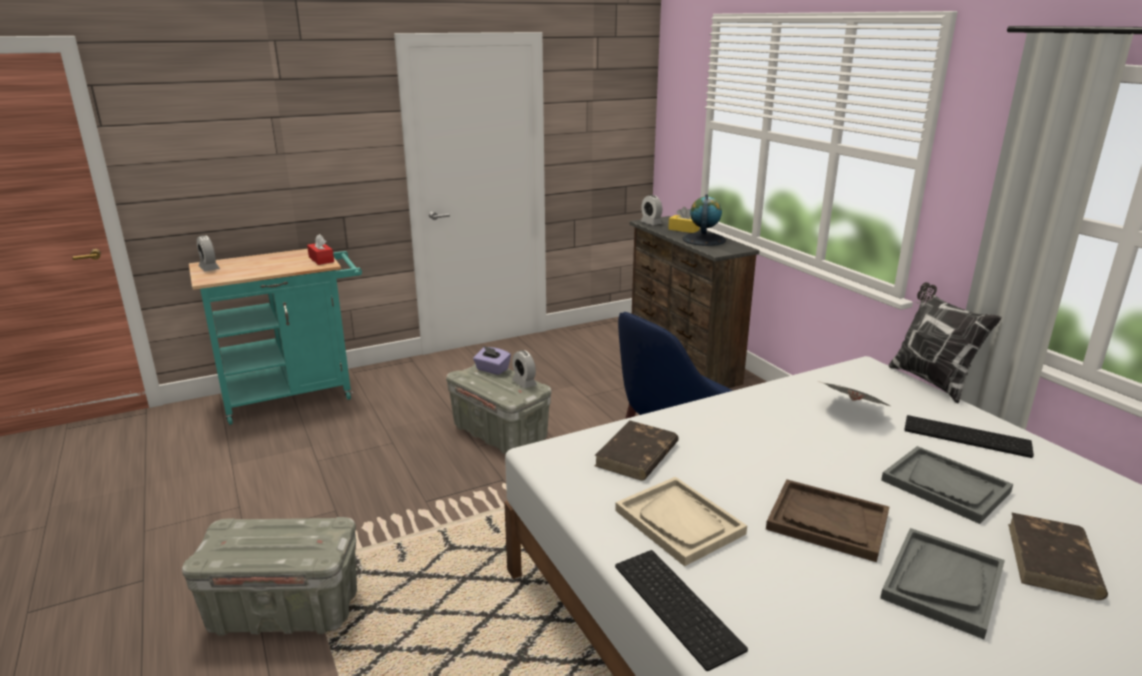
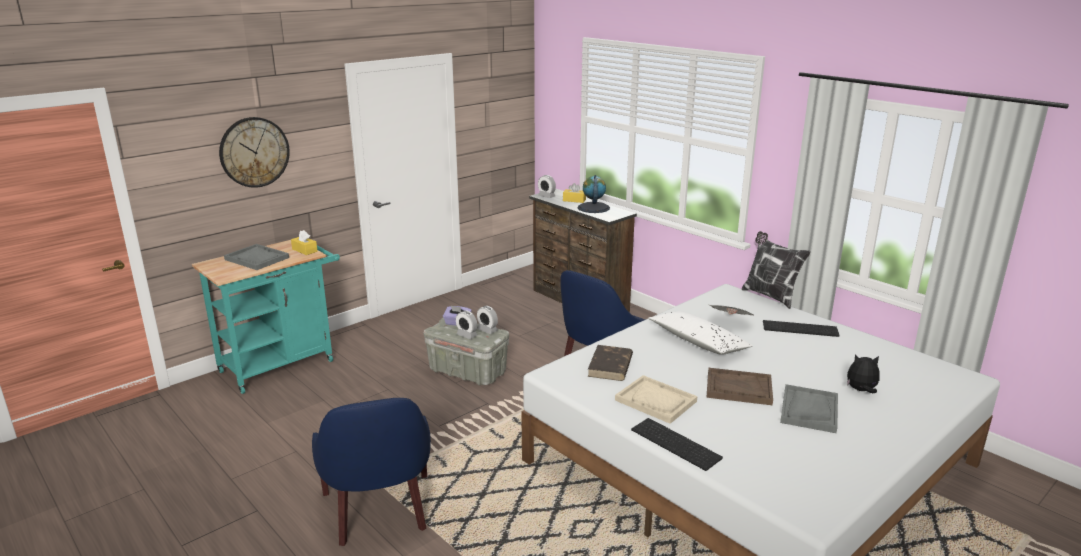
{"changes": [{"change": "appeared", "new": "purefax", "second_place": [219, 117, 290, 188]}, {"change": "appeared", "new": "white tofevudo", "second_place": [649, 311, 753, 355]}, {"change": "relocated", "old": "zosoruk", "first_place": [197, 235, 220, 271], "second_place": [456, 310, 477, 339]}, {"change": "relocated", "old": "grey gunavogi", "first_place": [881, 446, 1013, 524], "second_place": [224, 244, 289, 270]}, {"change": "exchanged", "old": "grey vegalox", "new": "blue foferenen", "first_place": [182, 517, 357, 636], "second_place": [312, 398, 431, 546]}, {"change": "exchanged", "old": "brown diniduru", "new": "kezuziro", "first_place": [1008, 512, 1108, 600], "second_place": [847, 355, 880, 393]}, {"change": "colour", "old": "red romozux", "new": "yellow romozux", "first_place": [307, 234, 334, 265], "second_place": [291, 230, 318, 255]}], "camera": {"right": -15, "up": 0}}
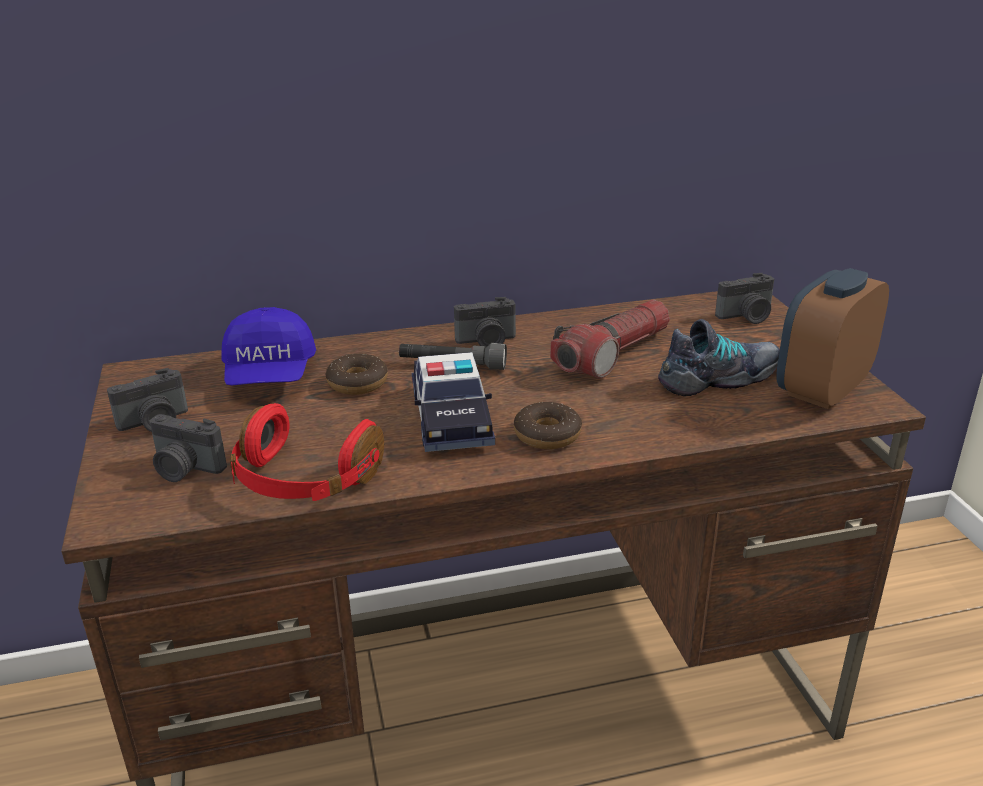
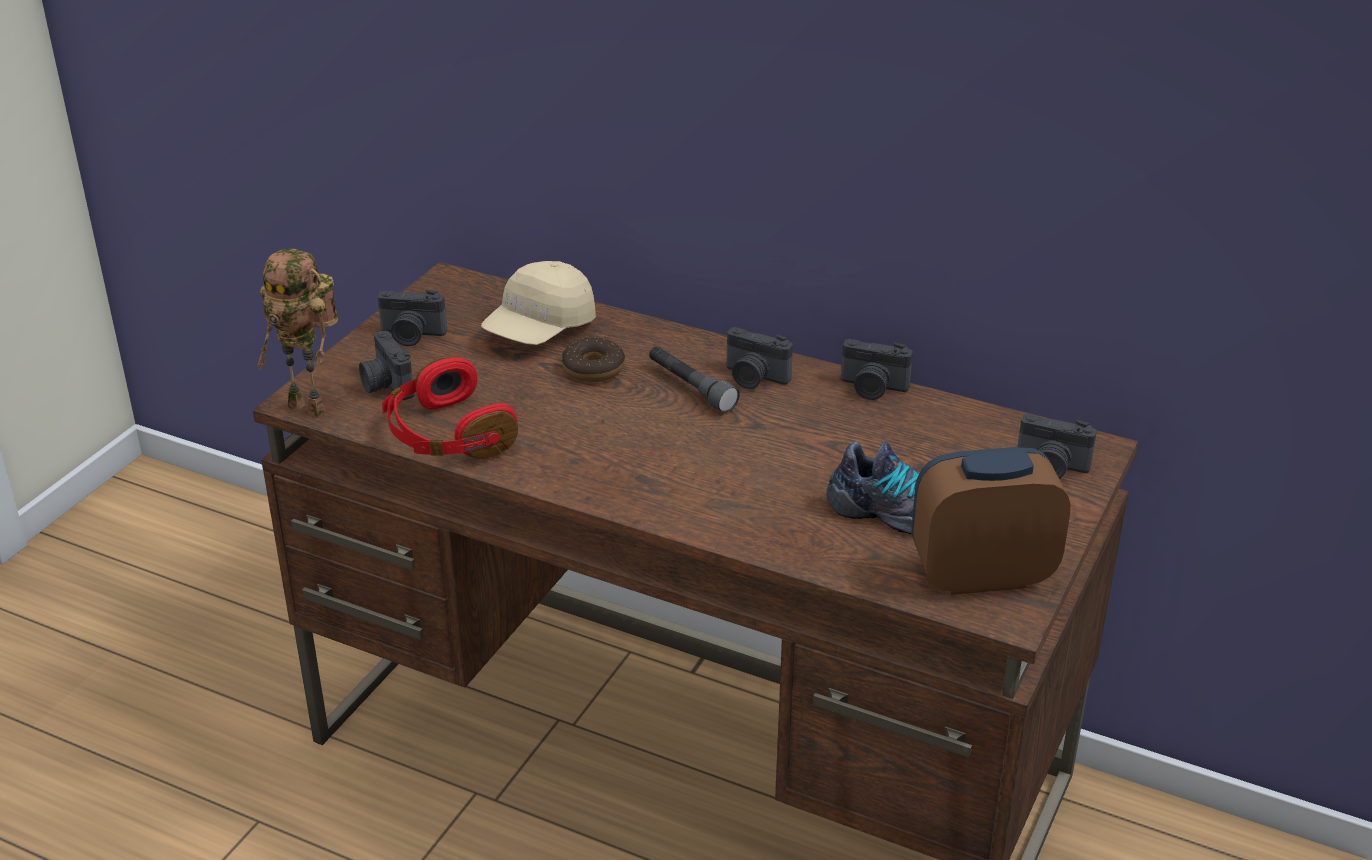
{"changes": [{"change": "missing", "old": "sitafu", "first_place": [412, 352, 495, 452]}, {"change": "missing", "old": "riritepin", "first_place": [514, 402, 582, 449]}, {"change": "missing", "old": "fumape", "first_place": [550, 299, 670, 379]}, {"change": "appeared", "new": "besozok", "second_place": [258, 249, 339, 417]}, {"change": "appeared", "new": "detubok", "second_place": [841, 339, 913, 400]}, {"change": "colour", "old": "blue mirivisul", "new": "beige mirivisul", "first_place": [221, 307, 316, 385], "second_place": [481, 261, 596, 345]}], "camera": {"right": 40, "up": 5}}
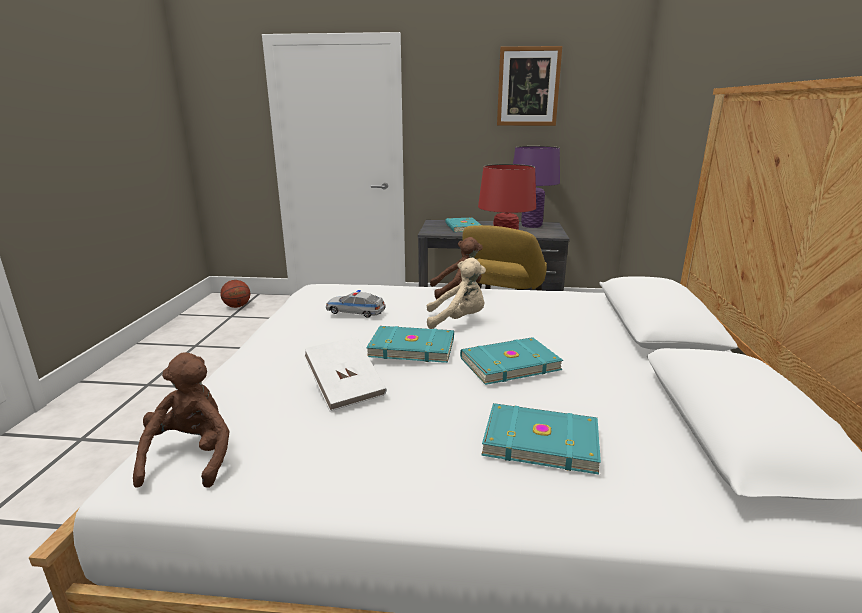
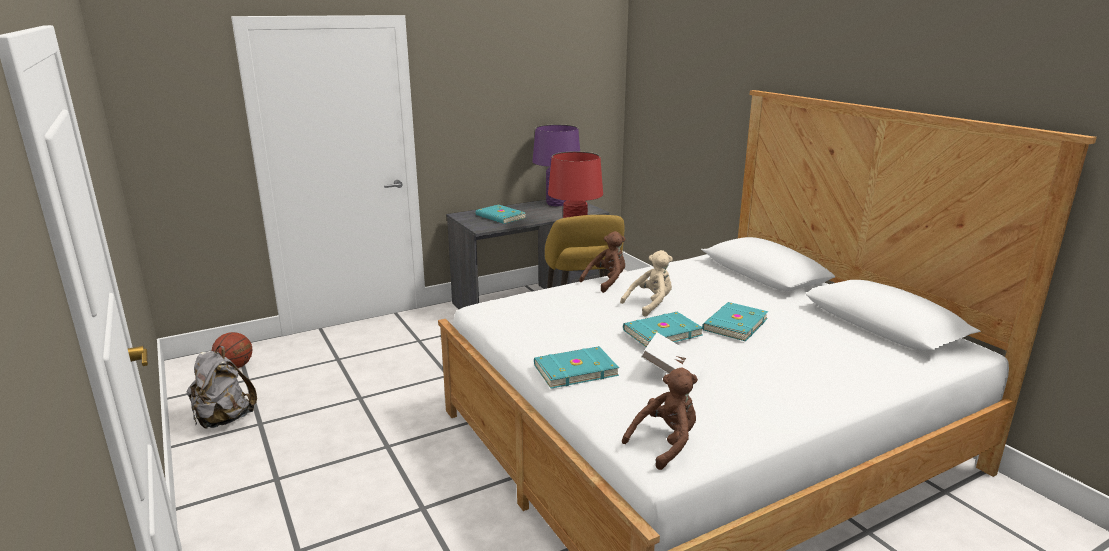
{"changes": [{"change": "missing", "old": "sitafu", "first_place": [326, 290, 386, 318]}, {"change": "missing", "old": "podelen", "first_place": [497, 46, 562, 126]}, {"change": "appeared", "new": "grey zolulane", "second_place": [187, 346, 257, 429]}, {"change": "relocated", "old": "turquoise diniduru", "first_place": [481, 403, 601, 475], "second_place": [534, 346, 619, 389]}, {"change": "spun", "old": "brown kezuziro", "first_place": [133, 353, 230, 488], "second_place": [622, 368, 698, 470], "degrees": 90}], "camera": {"right": -35, "up": 0}}
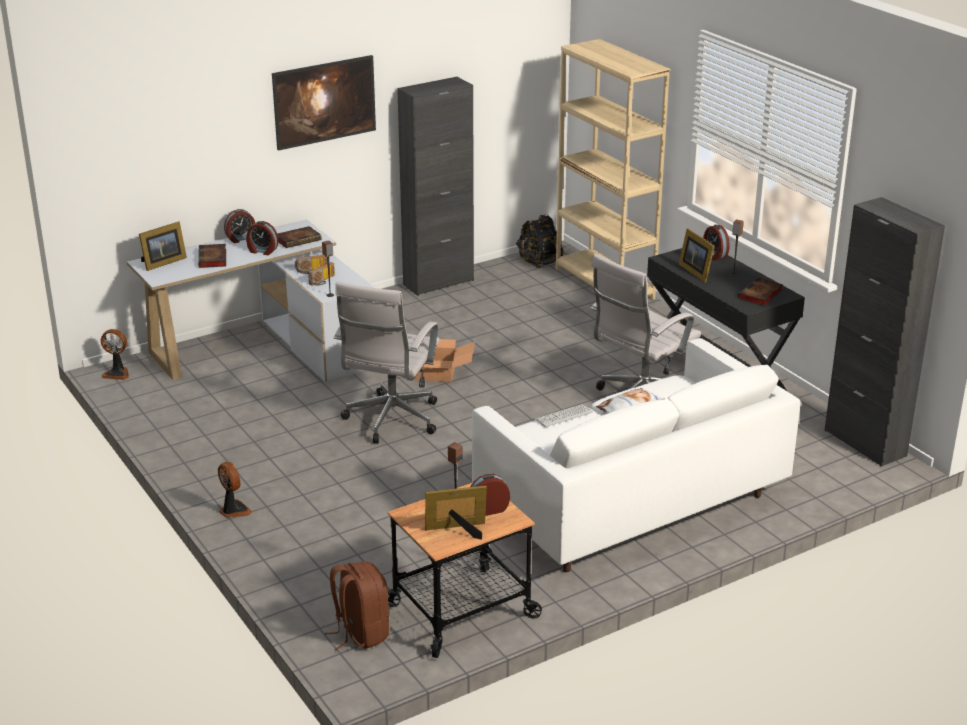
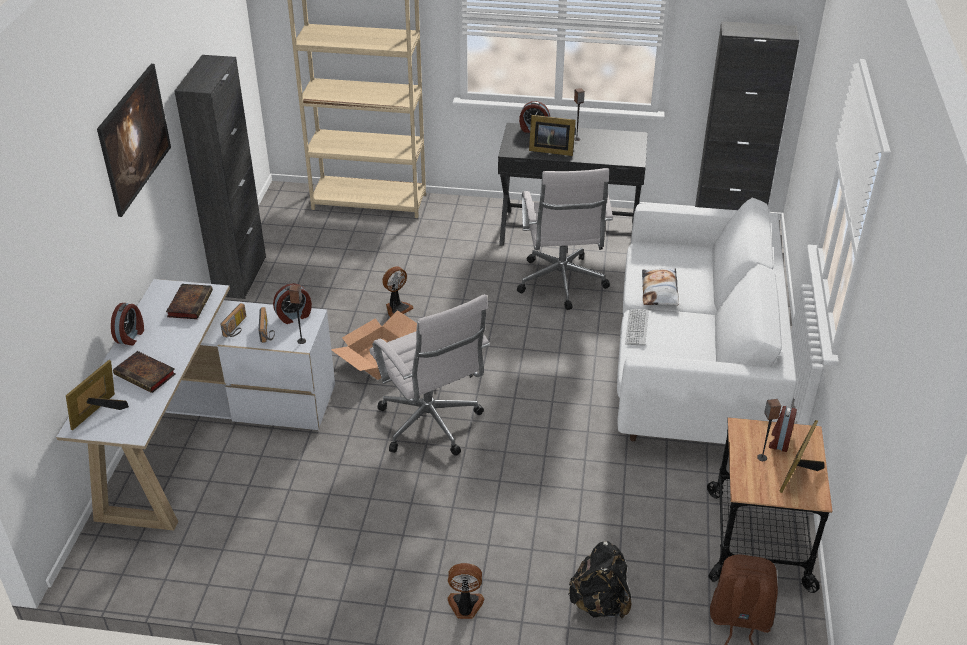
{"changes": [{"change": "missing", "old": "diniduru", "first_place": [738, 277, 783, 306]}, {"change": "relocated", "old": "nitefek", "first_place": [101, 329, 129, 380], "second_place": [382, 266, 414, 317]}, {"change": "relocated", "old": "zosoruk", "first_place": [246, 221, 279, 255], "second_place": [273, 283, 312, 324]}, {"change": "relocated", "old": "black zolulane", "first_place": [516, 214, 564, 268], "second_place": [569, 541, 631, 618]}, {"change": "spun", "old": "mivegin", "first_place": [139, 221, 187, 271], "second_place": [66, 360, 129, 431], "degrees": -150}], "camera": {"right": -50, "up": 10}}
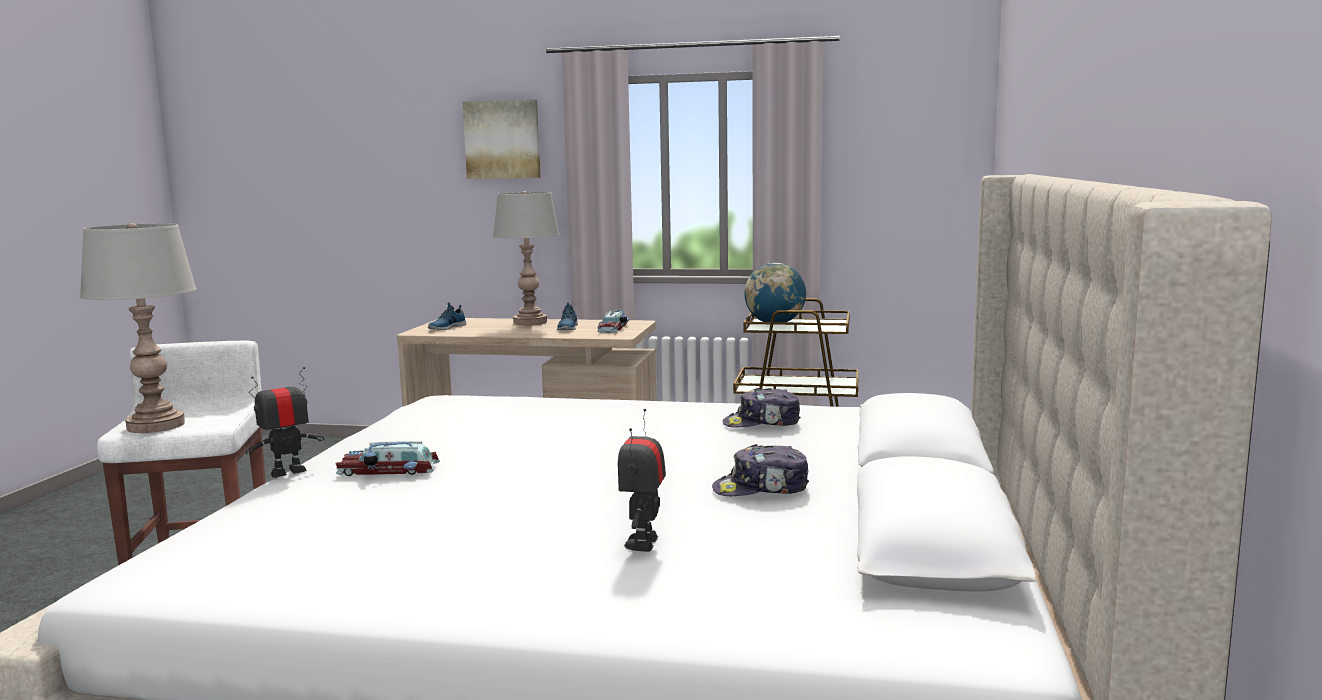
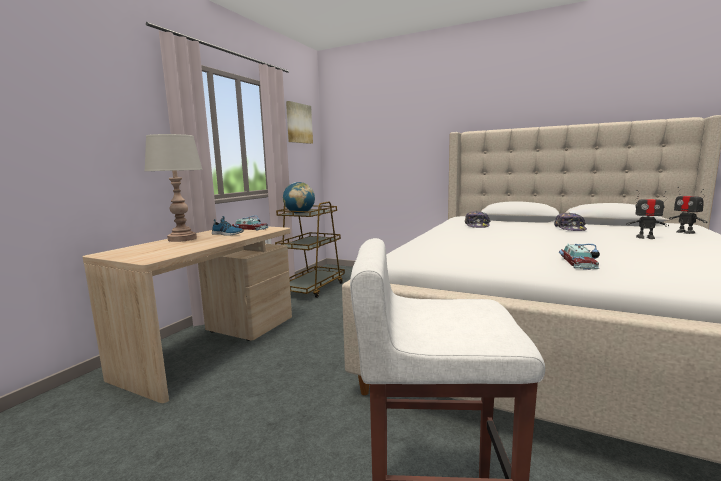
{"changes": [{"change": "missing", "old": "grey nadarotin", "first_place": [80, 223, 197, 433]}, {"change": "missing", "old": "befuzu", "first_place": [428, 303, 466, 330]}, {"change": "relocated", "old": "besozok", "first_place": [245, 367, 325, 477], "second_place": [669, 187, 707, 234]}, {"change": "relocated", "old": "podelen", "first_place": [463, 99, 541, 179], "second_place": [286, 101, 313, 144]}], "camera": {"right": -75, "up": 0}}
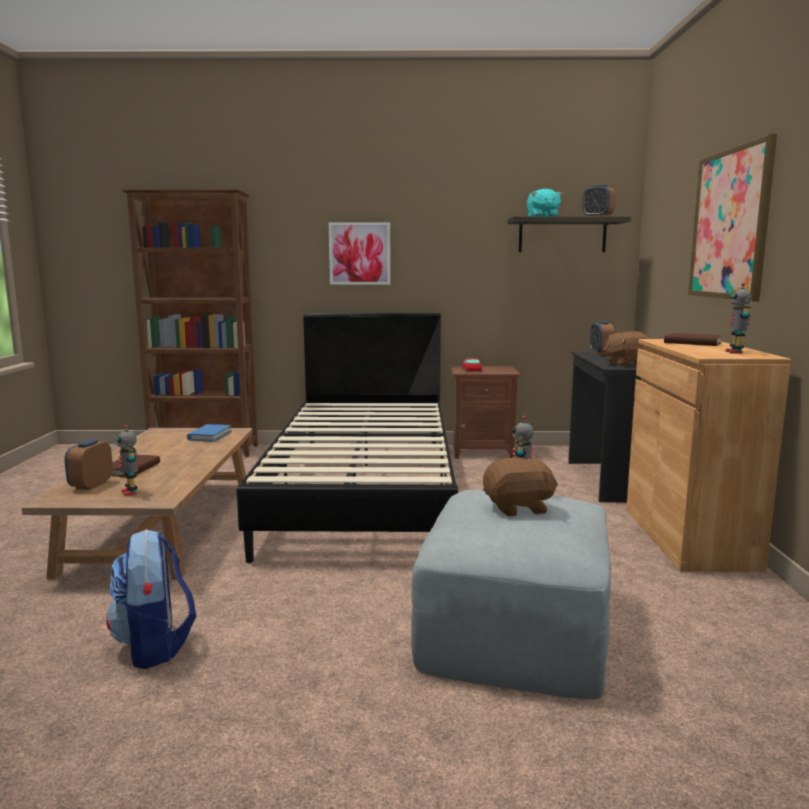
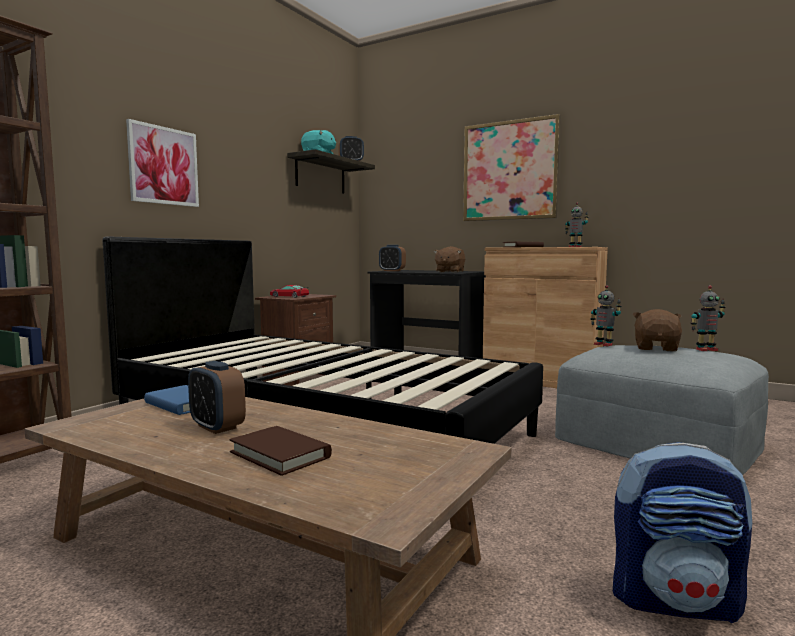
{"changes": [{"change": "relocated", "old": "zosoruk", "first_place": [64, 439, 113, 490], "second_place": [188, 361, 246, 434]}, {"change": "relocated", "old": "besozok", "first_place": [116, 425, 139, 496], "second_place": [690, 285, 725, 351]}], "camera": {"right": -60, "up": -5}}
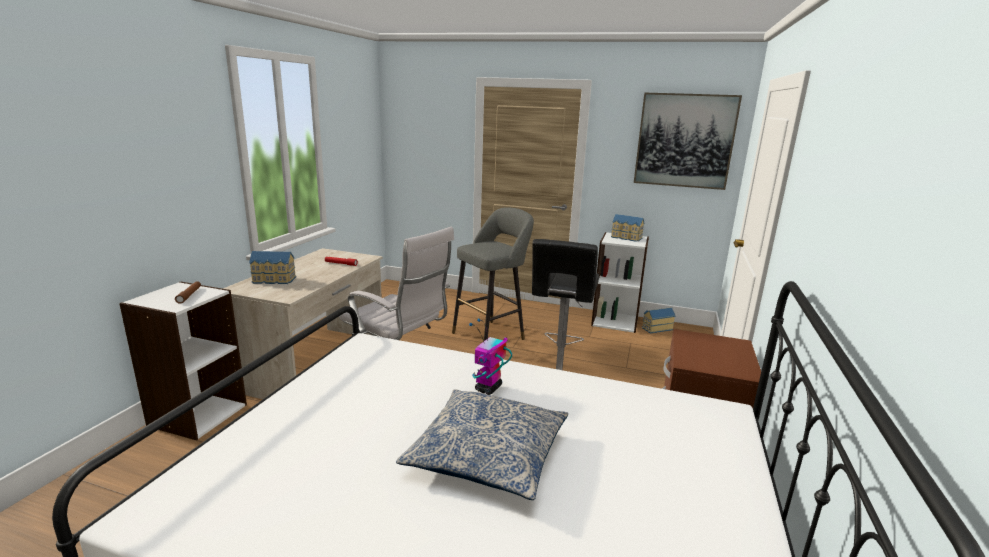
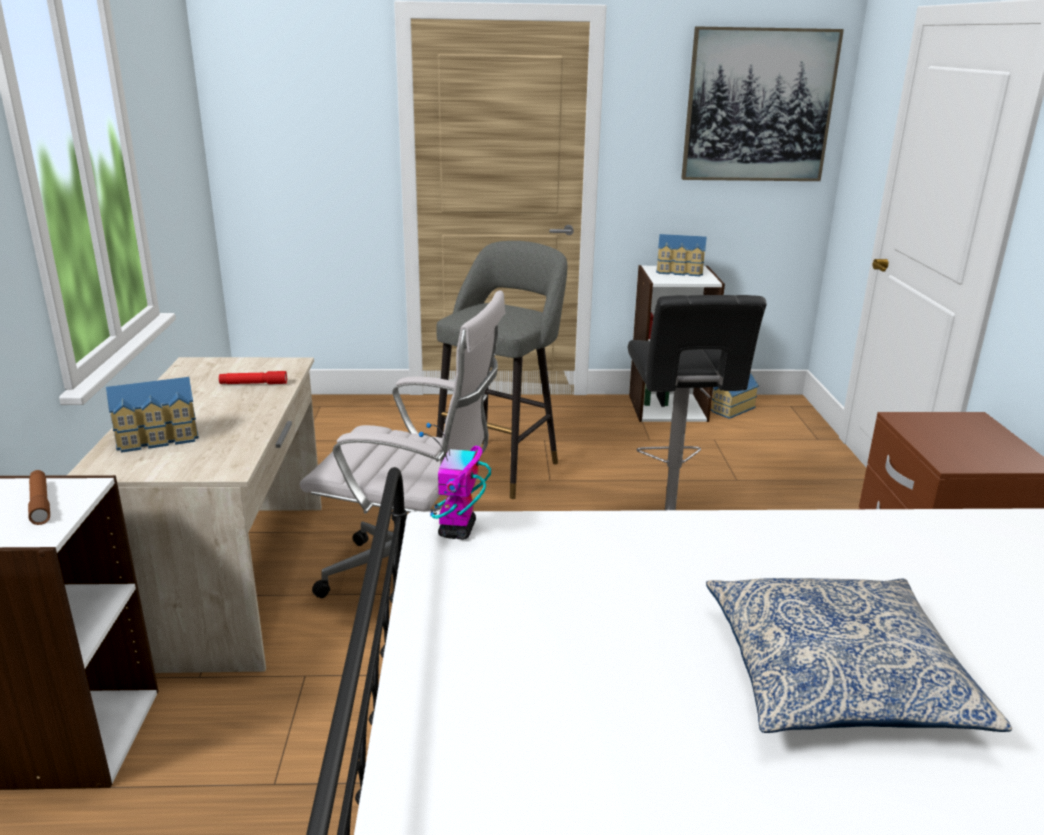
{"changes": [{"change": "relocated", "old": "besozok", "first_place": [469, 319, 512, 395], "second_place": [419, 423, 491, 540]}], "camera": {"right": -20, "up": 5}}
